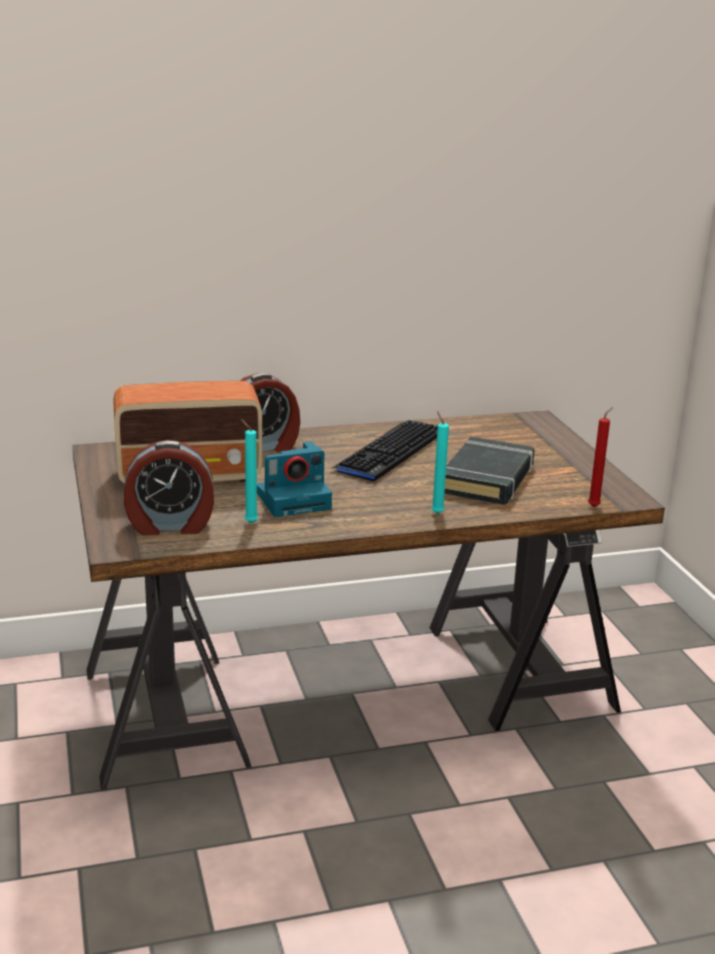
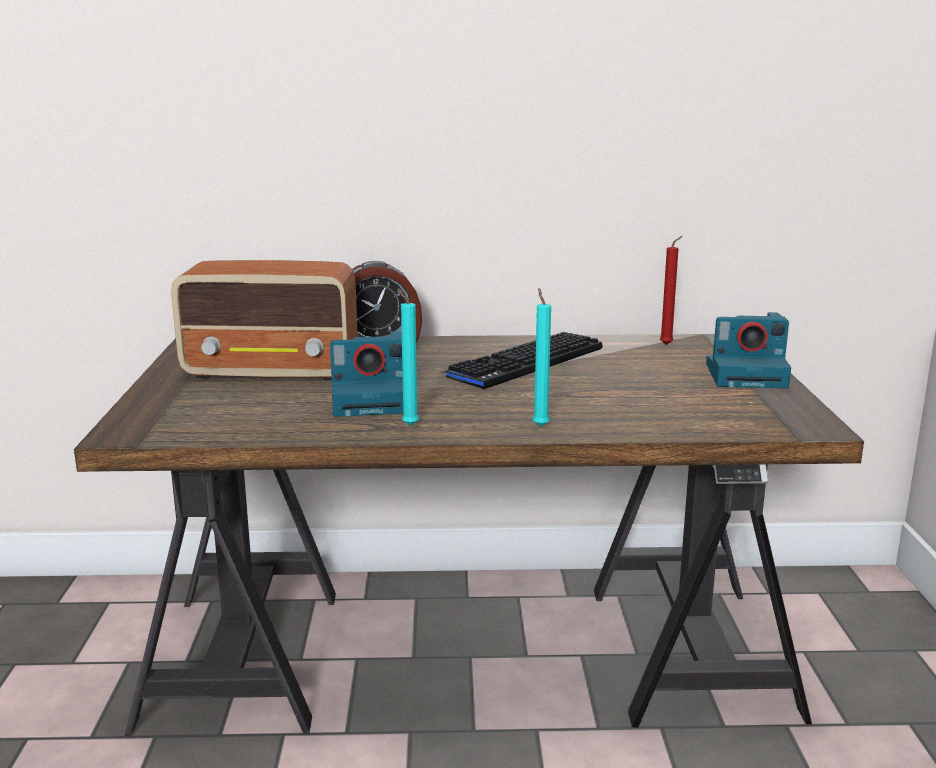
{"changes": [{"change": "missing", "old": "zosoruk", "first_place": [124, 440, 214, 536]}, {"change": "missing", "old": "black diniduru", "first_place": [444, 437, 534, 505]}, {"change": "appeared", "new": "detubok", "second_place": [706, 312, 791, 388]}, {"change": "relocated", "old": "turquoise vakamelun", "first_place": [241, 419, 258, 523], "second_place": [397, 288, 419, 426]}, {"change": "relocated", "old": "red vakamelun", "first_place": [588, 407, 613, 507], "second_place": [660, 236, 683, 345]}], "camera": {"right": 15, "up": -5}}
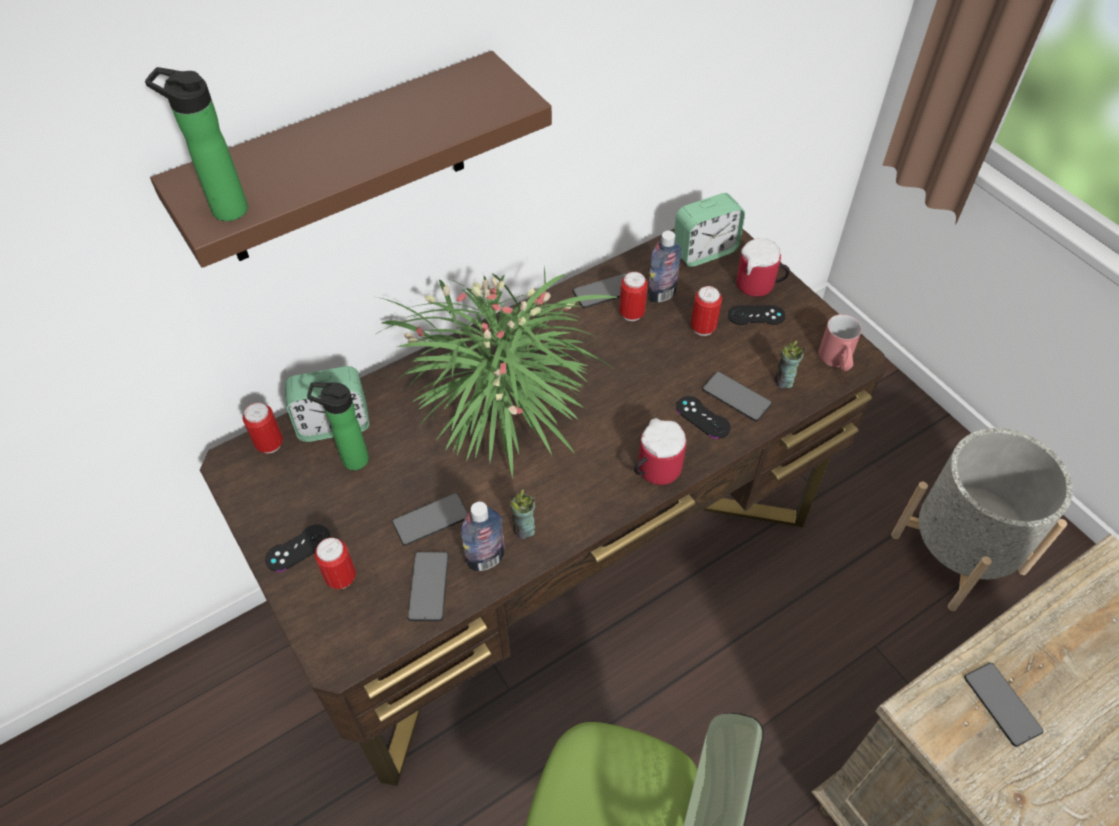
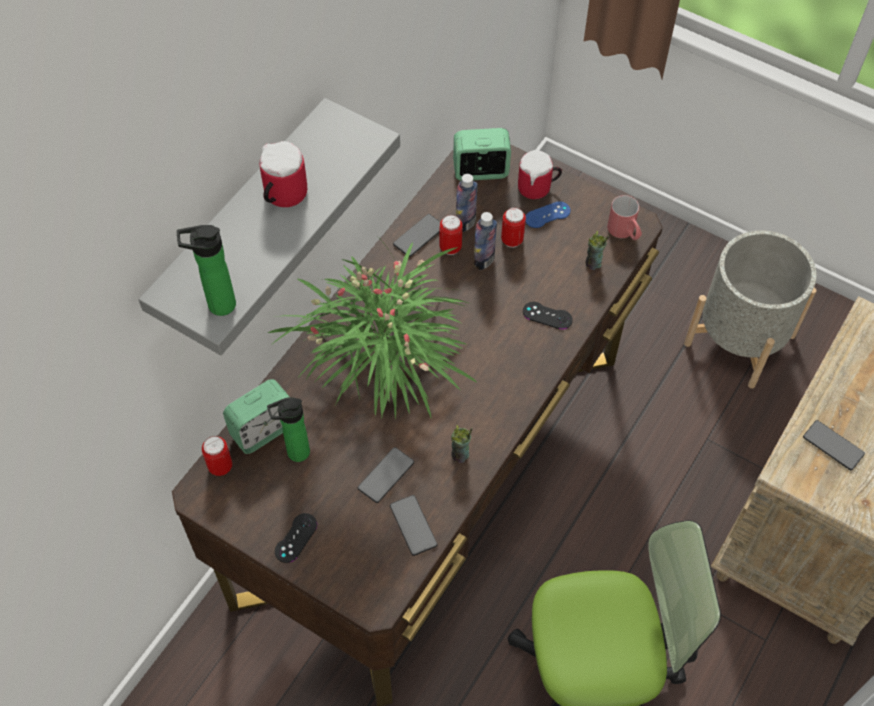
{"changes": [{"change": "missing", "old": "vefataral", "first_place": [314, 538, 356, 589]}, {"change": "missing", "old": "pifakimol", "first_place": [702, 371, 772, 422]}, {"change": "relocated", "old": "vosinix", "first_place": [461, 502, 505, 571], "second_place": [474, 212, 497, 270]}, {"change": "relocated", "old": "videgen", "first_place": [634, 418, 686, 485], "second_place": [260, 141, 307, 207]}, {"change": "colour", "old": "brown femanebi", "new": "grey femanebi", "first_place": [150, 51, 552, 268], "second_place": [139, 98, 400, 355]}, {"change": "colour", "old": "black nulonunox", "new": "blue nulonunox", "first_place": [728, 305, 785, 325], "second_place": [525, 201, 571, 228]}, {"change": "spun", "old": "zosoruk", "first_place": [674, 193, 745, 267], "second_place": [453, 128, 511, 181], "degrees": -135}], "camera": {"right": -25, "up": 5}}
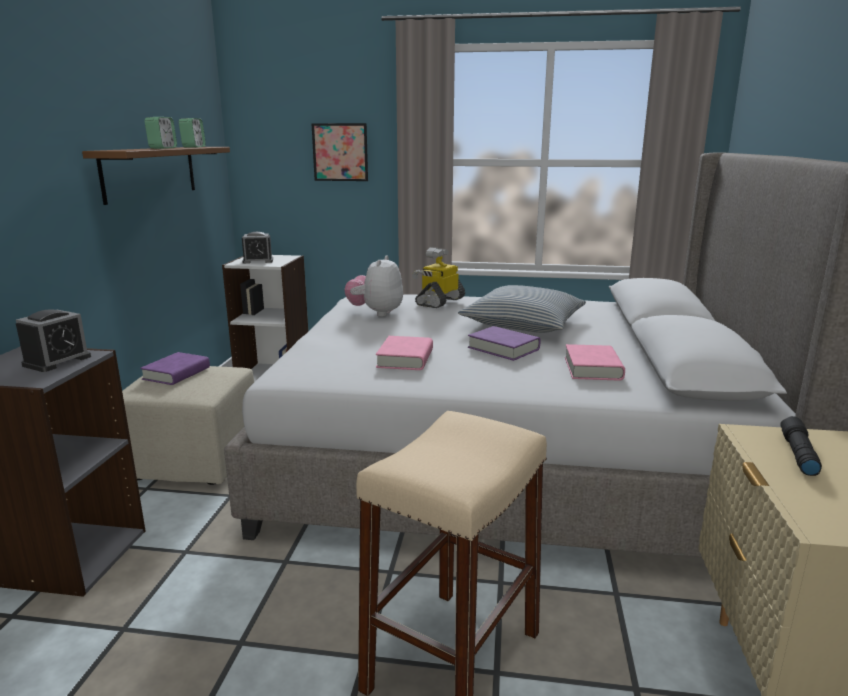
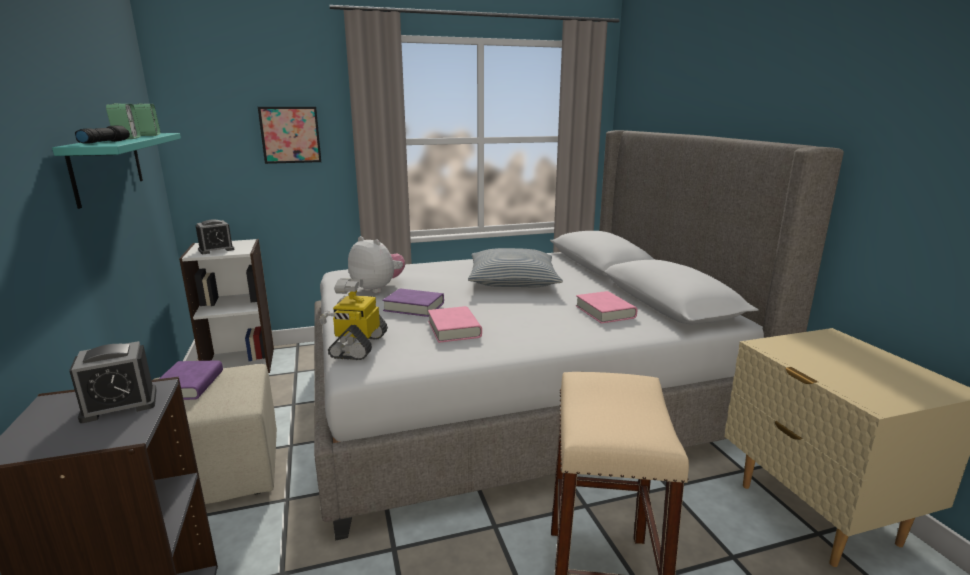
{"changes": [{"change": "relocated", "old": "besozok", "first_place": [412, 247, 465, 308], "second_place": [319, 278, 388, 360]}, {"change": "relocated", "old": "purple diniduru", "first_place": [468, 326, 541, 361], "second_place": [382, 288, 444, 317]}, {"change": "relocated", "old": "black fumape", "first_place": [780, 416, 822, 476], "second_place": [75, 125, 130, 144]}, {"change": "colour", "old": "brown femanebi", "new": "turquoise femanebi", "first_place": [82, 147, 230, 205], "second_place": [52, 133, 181, 209]}, {"change": "spun", "old": "zosoruk", "first_place": [16, 309, 91, 372], "second_place": [69, 341, 157, 423], "degrees": 60}, {"change": "spun", "old": "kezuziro", "first_place": [344, 256, 403, 317], "second_place": [348, 236, 405, 293], "degrees": 135}], "camera": {"right": -25, "up": 0}}
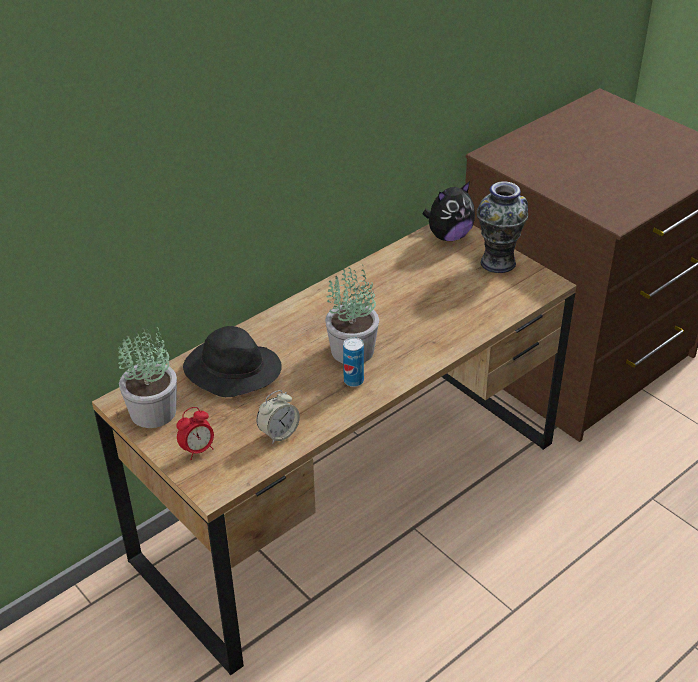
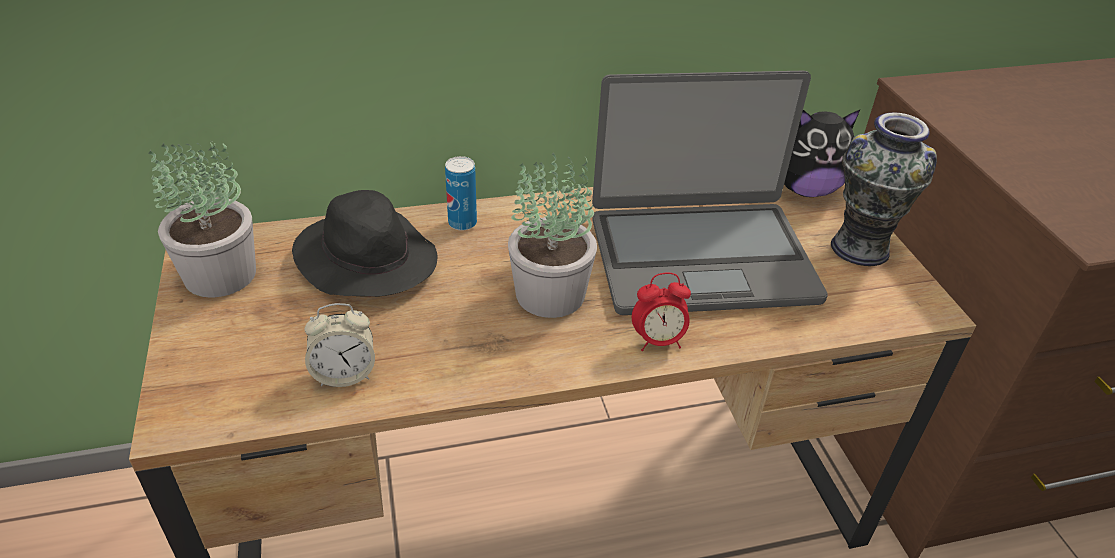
{"changes": [{"change": "appeared", "new": "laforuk", "second_place": [592, 71, 828, 315]}, {"change": "relocated", "old": "zosoruk", "first_place": [176, 407, 214, 460], "second_place": [632, 273, 691, 351]}, {"change": "relocated", "old": "vefataral", "first_place": [343, 337, 364, 387], "second_place": [445, 156, 477, 231]}], "camera": {"right": 25, "up": 0}}
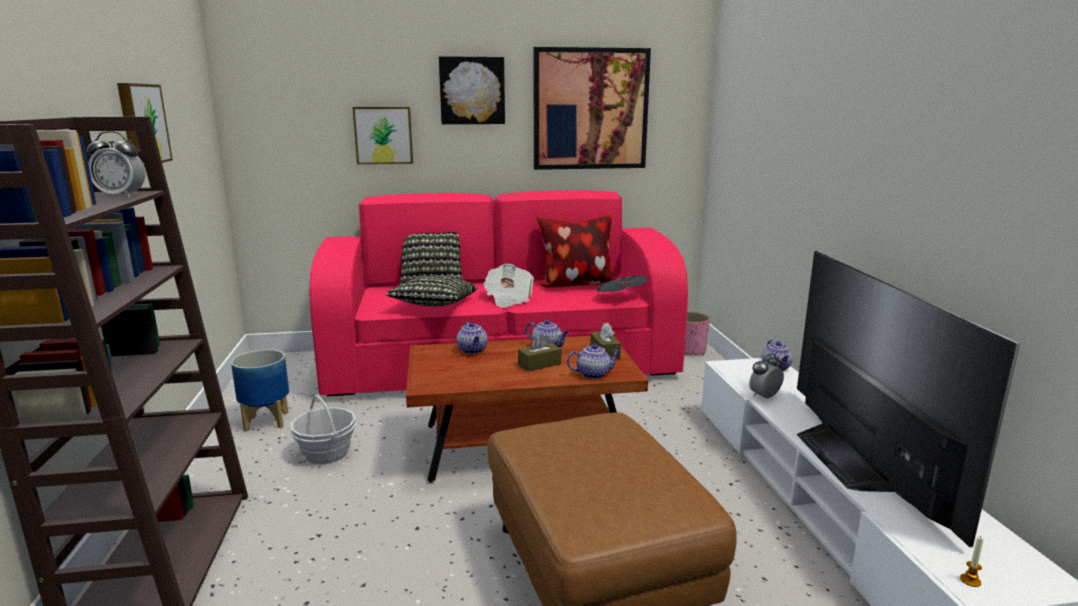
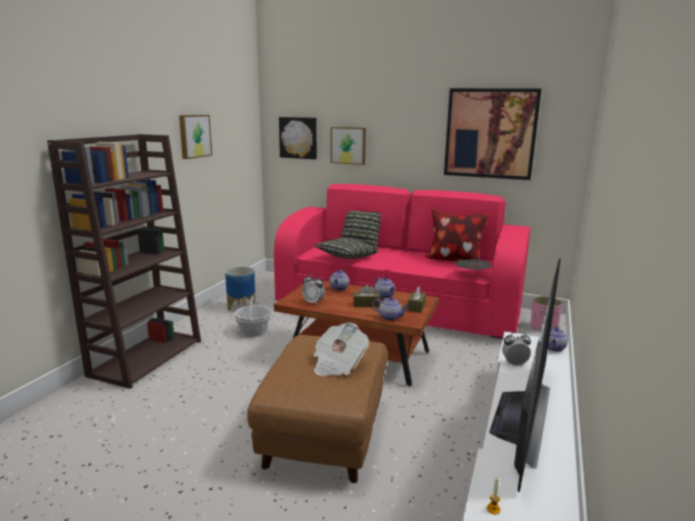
{"changes": [{"change": "relocated", "old": "zosoruk", "first_place": [86, 131, 145, 198], "second_place": [302, 273, 325, 305]}, {"change": "relocated", "old": "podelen", "first_place": [439, 56, 505, 124], "second_place": [279, 117, 317, 159]}, {"change": "relocated", "old": "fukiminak", "first_place": [483, 264, 534, 307], "second_place": [313, 323, 369, 376]}], "camera": {"right": 30, "up": 0}}
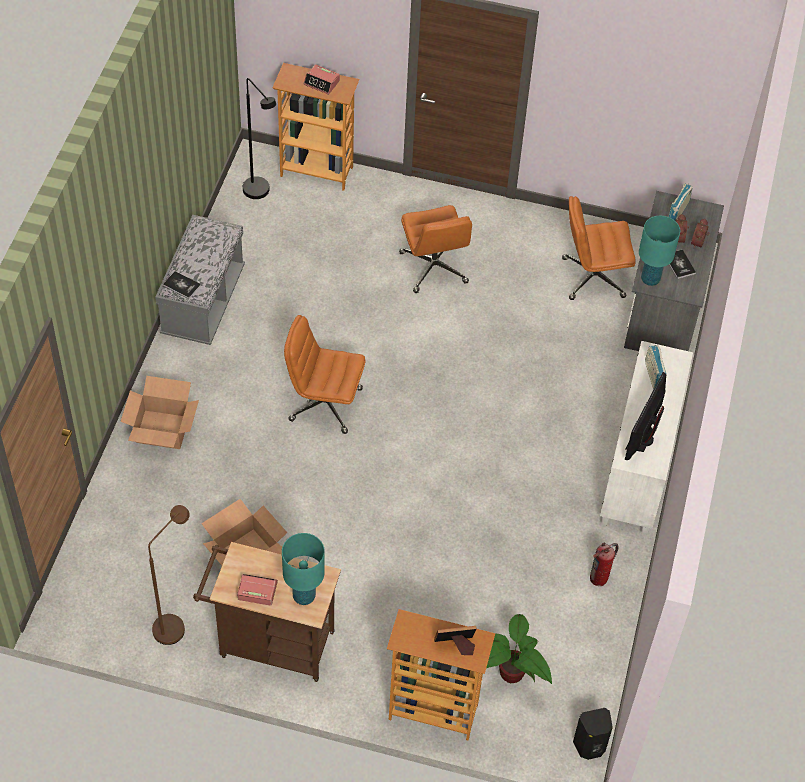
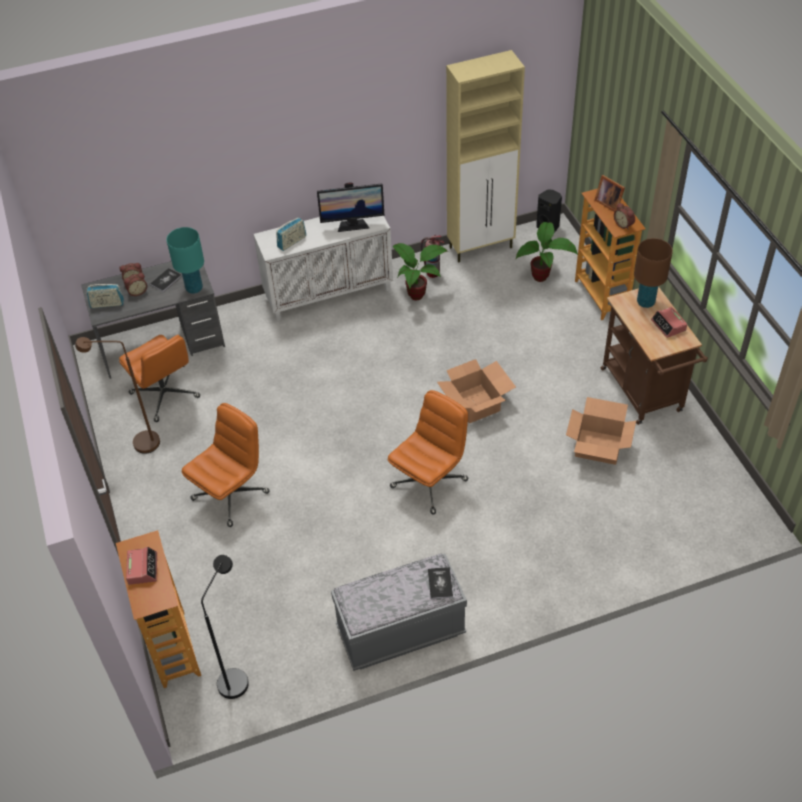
{"changes": [{"change": "appeared", "new": "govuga", "second_place": [392, 243, 447, 300]}, {"change": "appeared", "new": "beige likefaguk", "second_place": [446, 50, 525, 263]}, {"change": "appeared", "new": "zosoruk", "second_place": [614, 203, 635, 229]}, {"change": "relocated", "old": "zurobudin", "first_place": [120, 376, 199, 449], "second_place": [437, 359, 516, 423]}, {"change": "relocated", "old": "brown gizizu", "first_place": [148, 505, 190, 645], "second_place": [75, 337, 160, 454]}, {"change": "colour", "old": "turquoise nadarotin", "new": "brown nadarotin", "first_place": [282, 533, 325, 605], "second_place": [634, 238, 673, 308]}, {"change": "spun", "old": "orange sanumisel", "first_place": [284, 315, 365, 434], "second_place": [387, 390, 468, 515], "degrees": -120}], "camera": {"right": -120, "up": -5}}
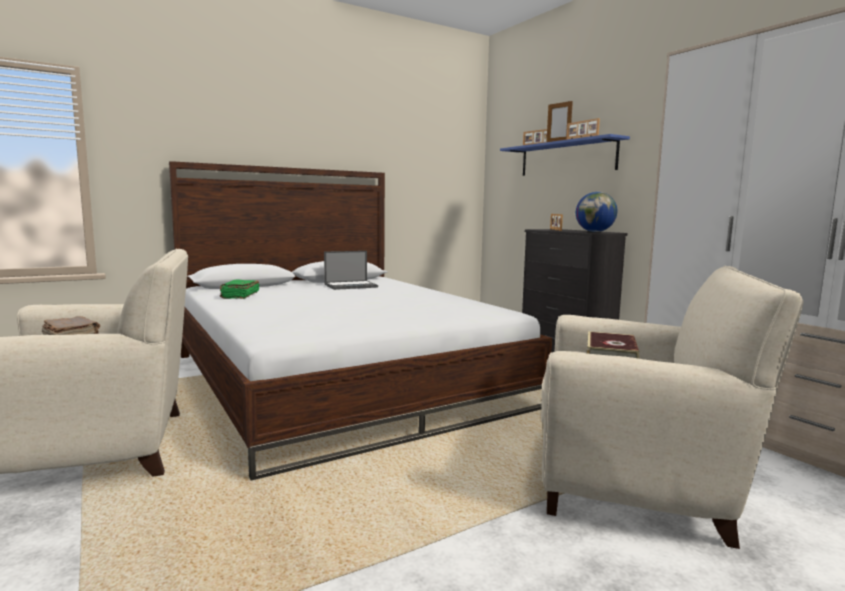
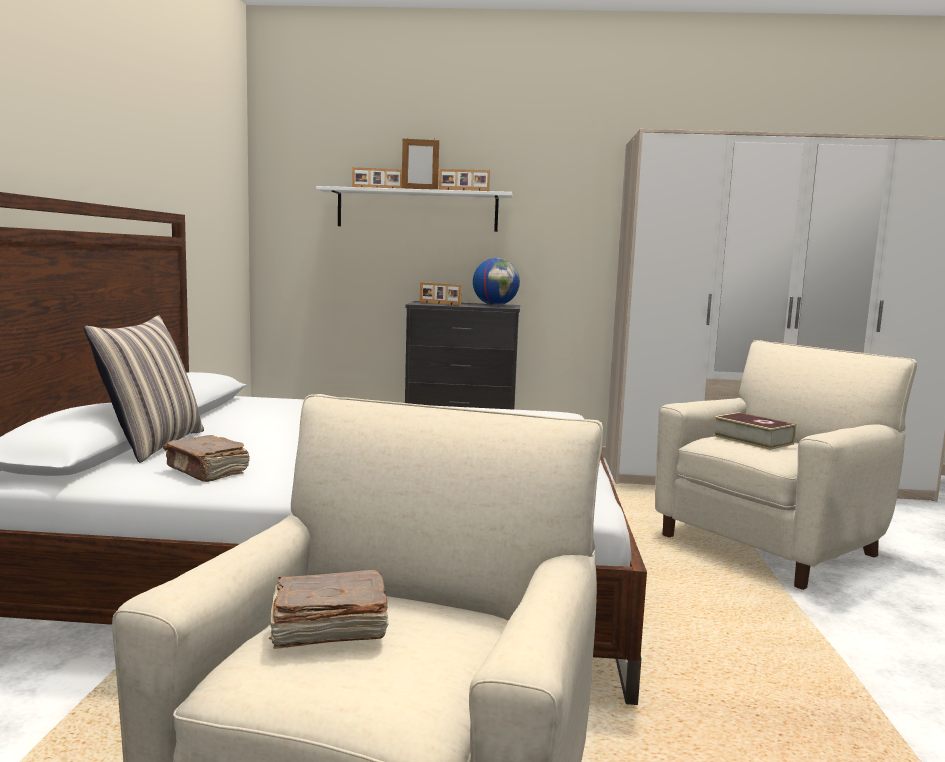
{"changes": [{"change": "missing", "old": "laforuk", "first_place": [324, 251, 378, 290]}, {"change": "appeared", "new": "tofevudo", "second_place": [84, 315, 204, 463]}, {"change": "colour", "old": "green diniduru", "new": "brown diniduru", "first_place": [220, 279, 260, 299], "second_place": [163, 435, 250, 482]}, {"change": "colour", "old": "blue femanebi", "new": "white femanebi", "first_place": [500, 134, 630, 176], "second_place": [316, 186, 513, 232]}], "camera": {"right": -55, "up": 0}}
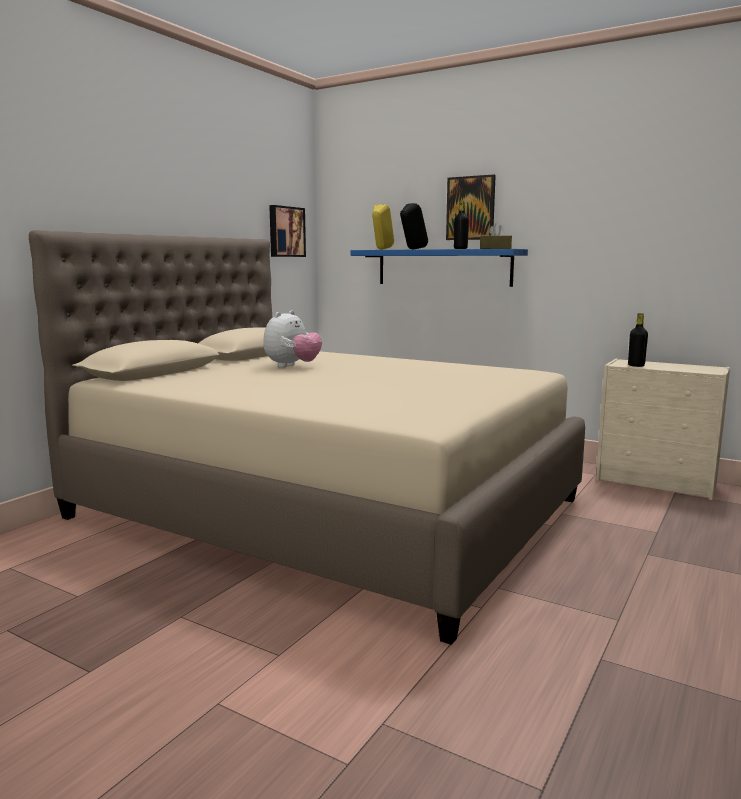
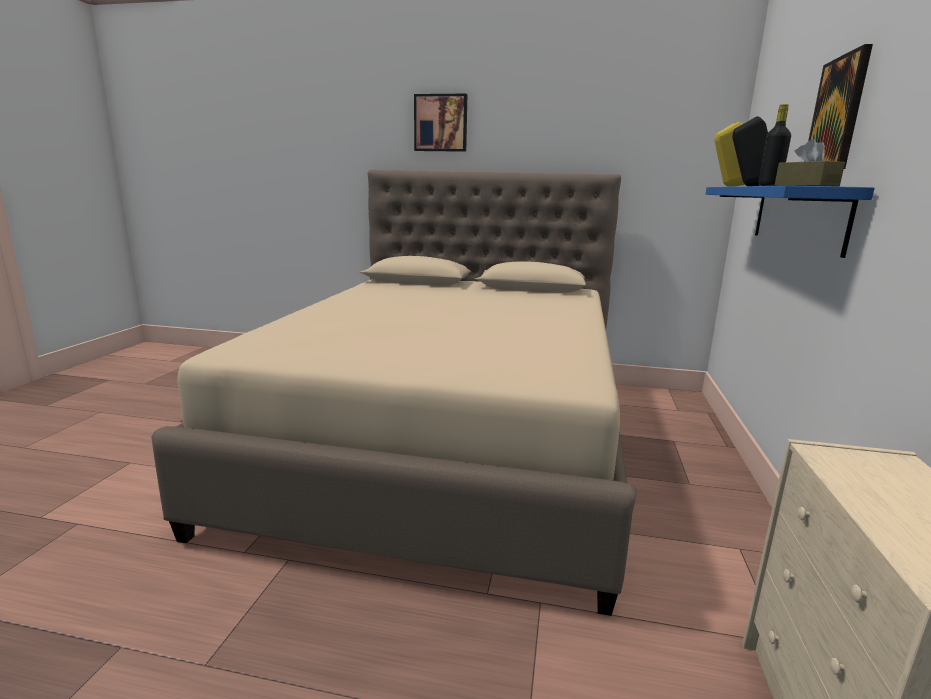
{"changes": [{"change": "missing", "old": "kezuziro", "first_place": [263, 310, 322, 368]}, {"change": "missing", "old": "black vosinix", "first_place": [628, 313, 648, 367]}, {"change": "relocated", "old": "podelen", "first_place": [269, 205, 306, 257], "second_place": [414, 94, 467, 152]}], "camera": {"right": 70, "up": 5}}
